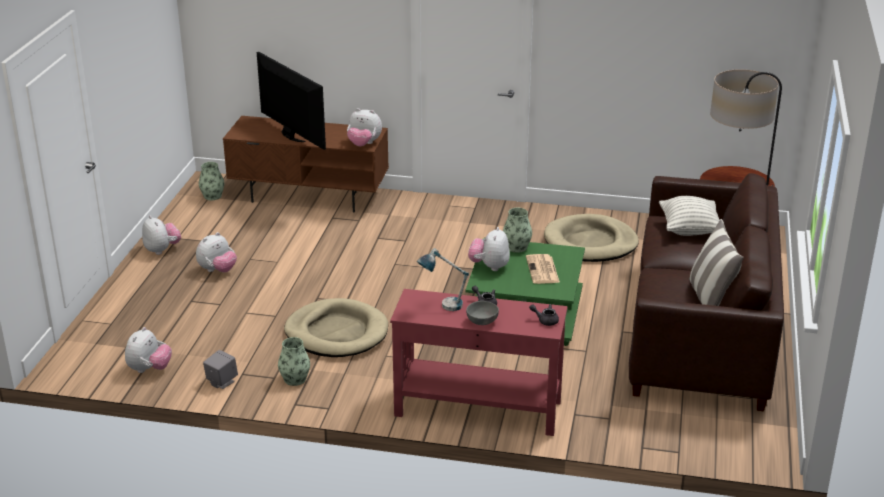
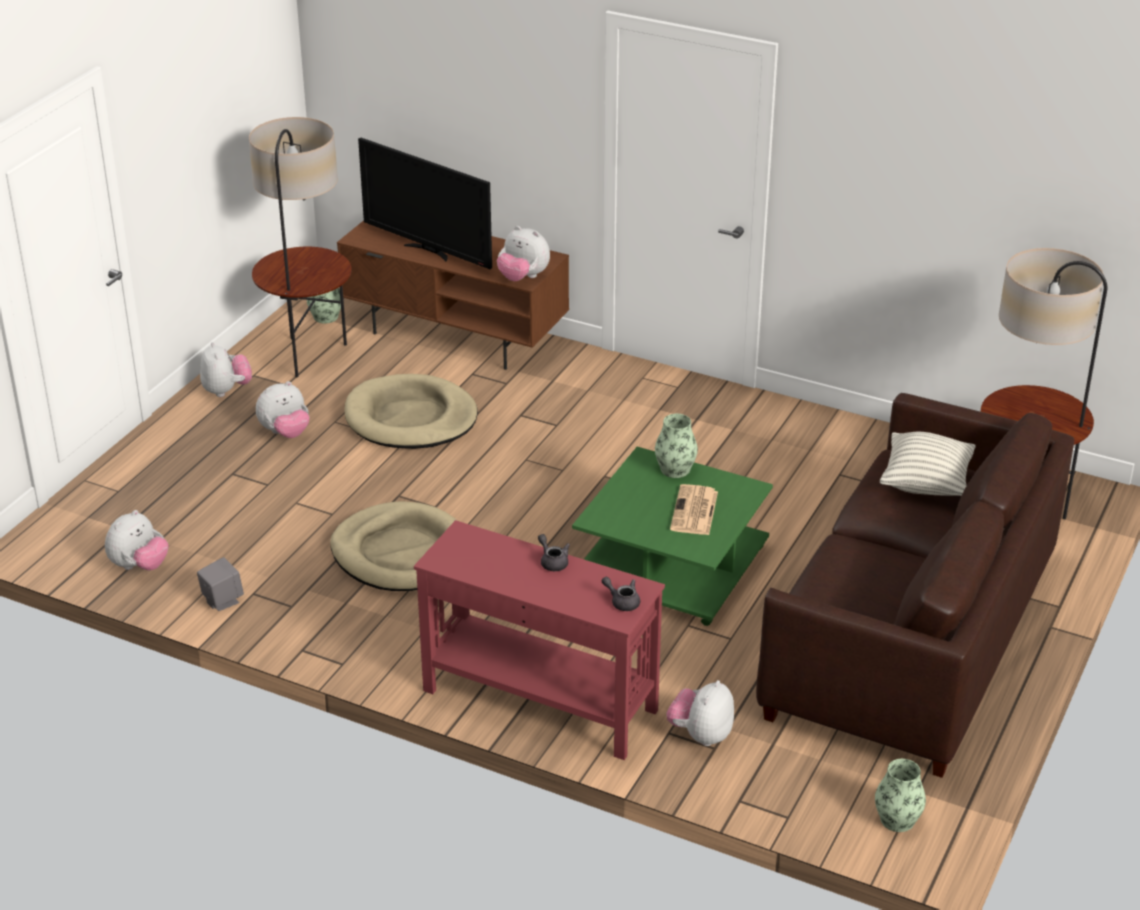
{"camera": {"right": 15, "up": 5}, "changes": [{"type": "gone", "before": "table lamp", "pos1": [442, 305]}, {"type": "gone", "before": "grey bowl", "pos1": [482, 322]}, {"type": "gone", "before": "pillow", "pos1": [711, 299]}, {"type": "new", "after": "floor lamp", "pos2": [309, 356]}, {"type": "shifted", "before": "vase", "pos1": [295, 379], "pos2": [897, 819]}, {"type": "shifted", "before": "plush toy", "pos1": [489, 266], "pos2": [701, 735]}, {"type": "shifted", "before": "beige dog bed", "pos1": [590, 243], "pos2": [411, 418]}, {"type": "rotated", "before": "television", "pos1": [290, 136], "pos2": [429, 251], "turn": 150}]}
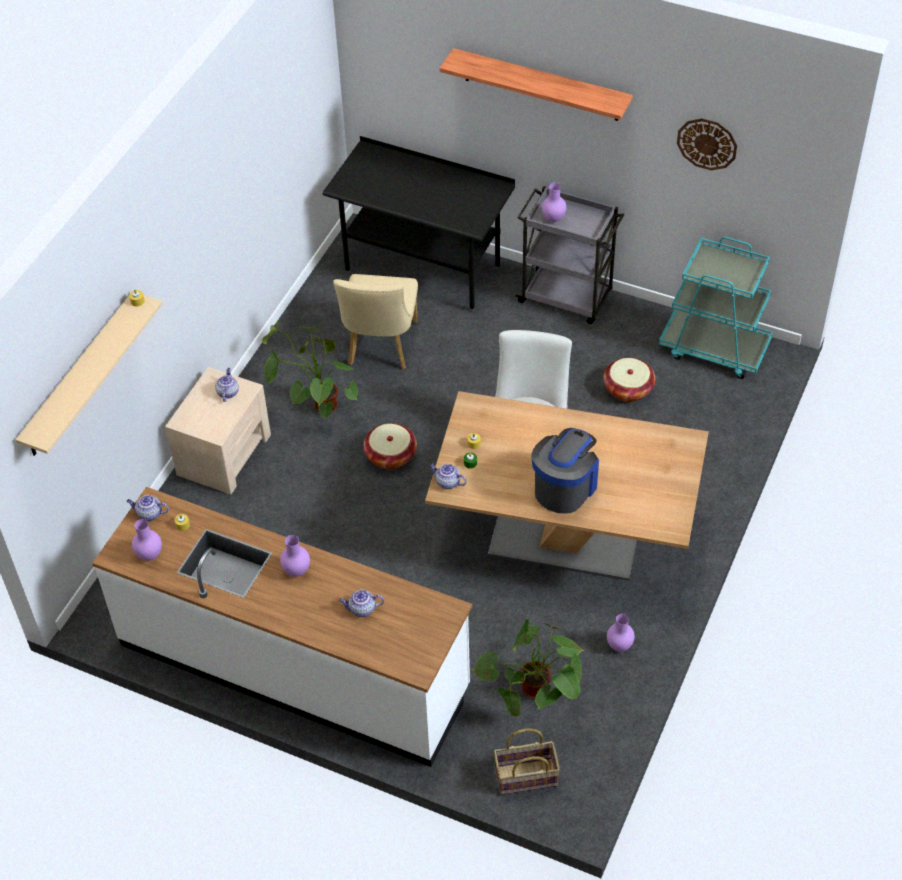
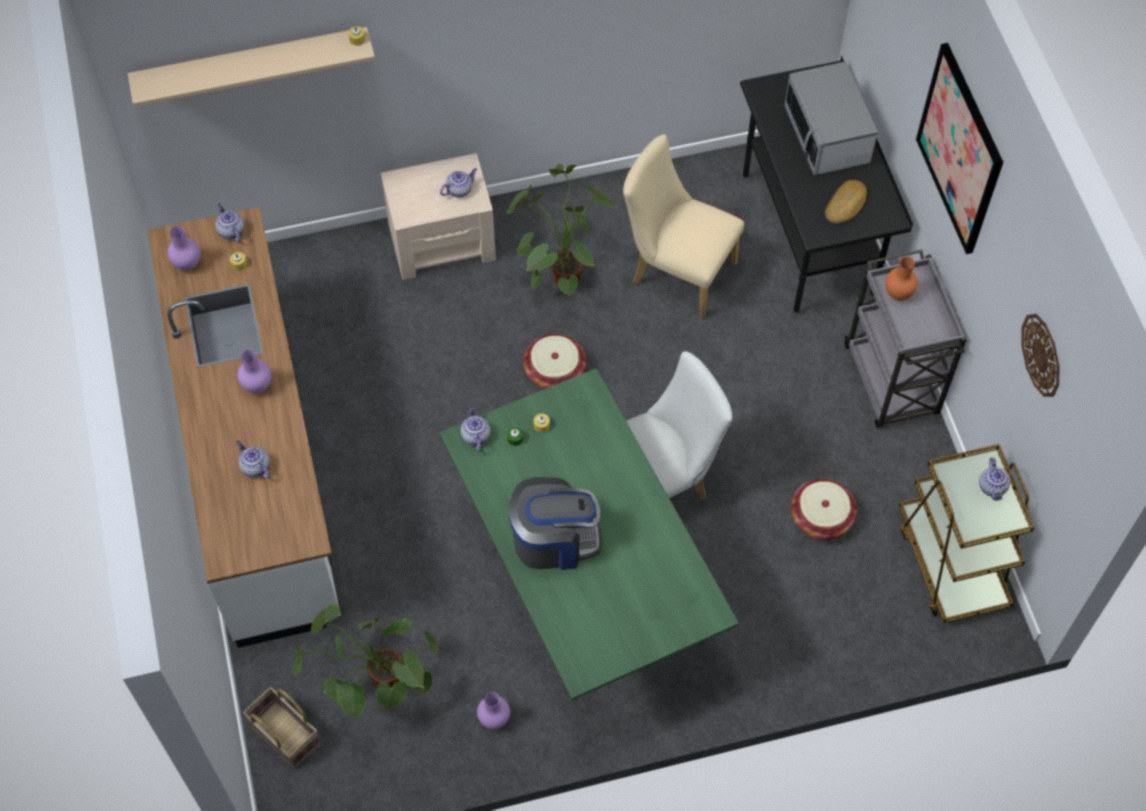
{"camera": {"right": 50, "up": 10}, "changes": [{"type": "new", "after": "microwave", "pos2": [827, 136]}, {"type": "new", "after": "bread", "pos2": [846, 205]}, {"type": "new", "after": "teapot", "pos2": [992, 487]}, {"type": "swapped", "before": "shelf", "after": "picture", "pos1": [541, 85], "pos2": [960, 149]}, {"type": "repainted", "before": "brown dining table", "after": "green dining table", "pos1": [565, 537], "pos2": [583, 585]}, {"type": "repainted", "before": "purple vase", "after": "orange vase", "pos1": [553, 218], "pos2": [898, 294]}, {"type": "repainted", "before": "turquoise cart", "after": "brown cart", "pos1": [714, 348], "pos2": [951, 562]}, {"type": "rotated", "before": "beige chair", "pos1": [380, 347], "pos2": [676, 271], "turn": 60}]}
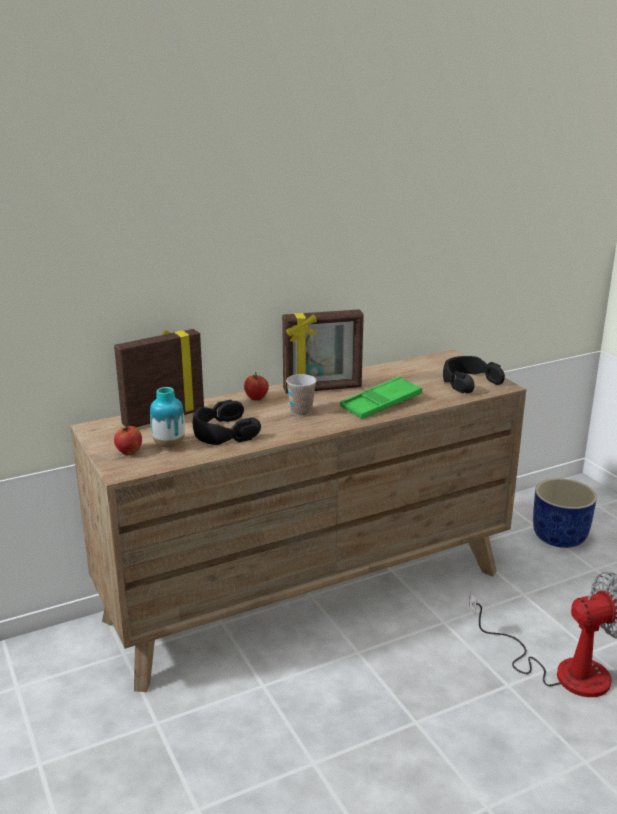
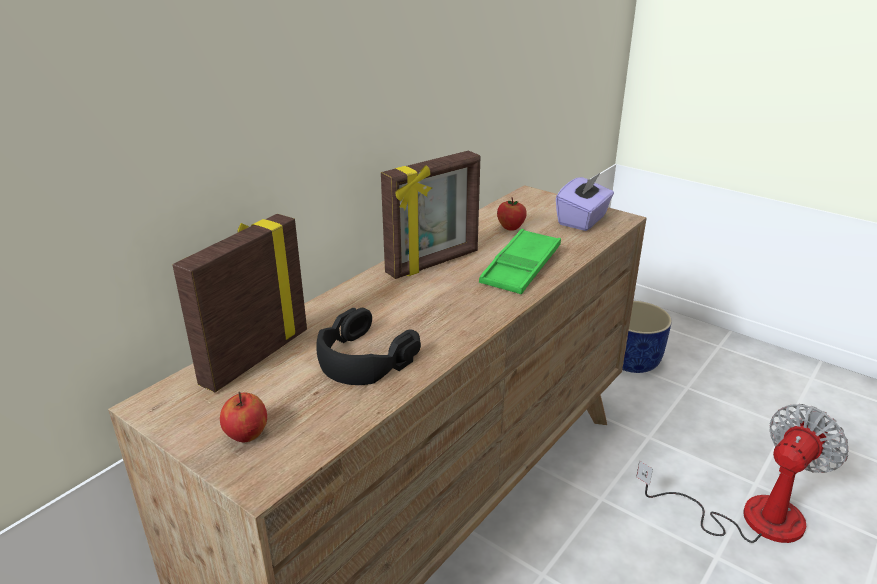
{"camera": {"right": -25, "up": 5}, "changes": [{"type": "gone", "before": "vase", "pos1": [169, 445]}, {"type": "gone", "before": "cup", "pos1": [301, 411]}, {"type": "shifted", "before": "apple", "pos1": [256, 398], "pos2": [510, 228]}, {"type": "swapped", "before": "black headphones", "after": "purple tissue box", "pos1": [469, 382], "pos2": [583, 220]}]}
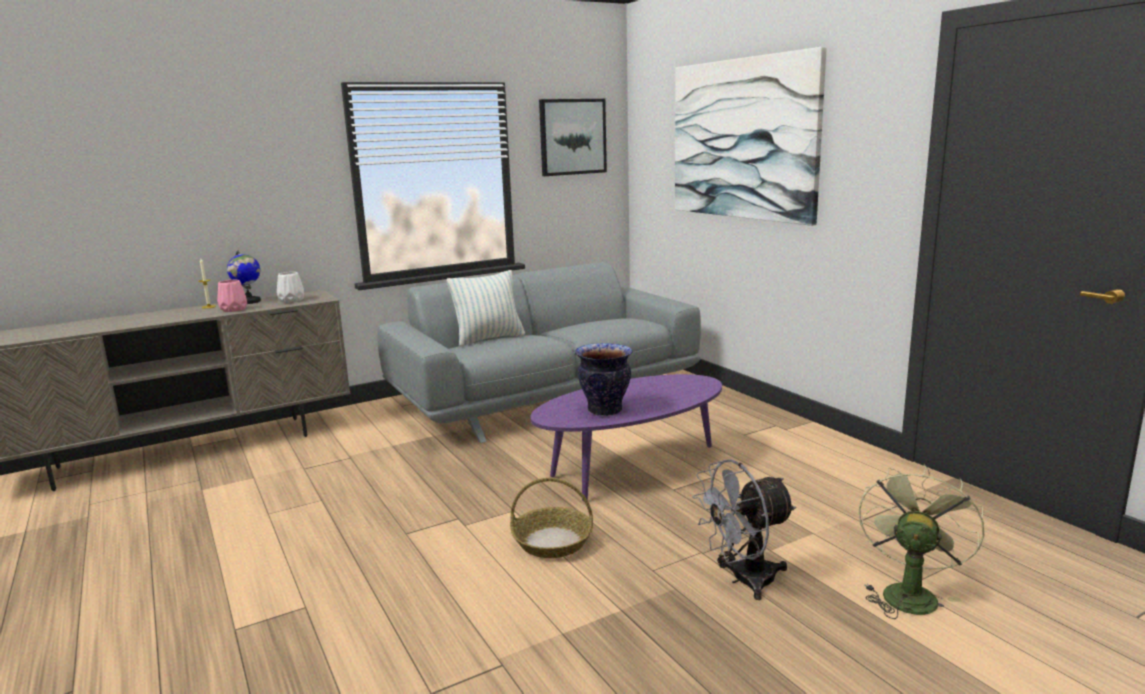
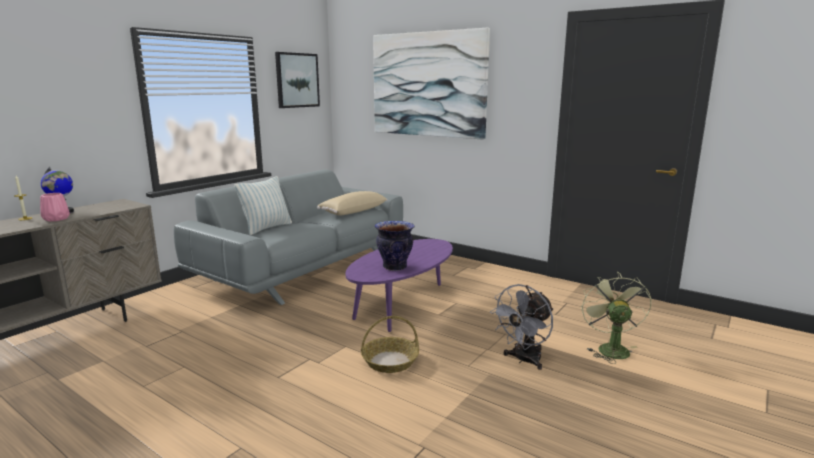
{"camera": {"right": -25, "up": 0}, "changes": [{"type": "gone", "before": "white vase", "pos1": [292, 300]}, {"type": "new", "after": "beige pillow", "pos2": [353, 211]}]}
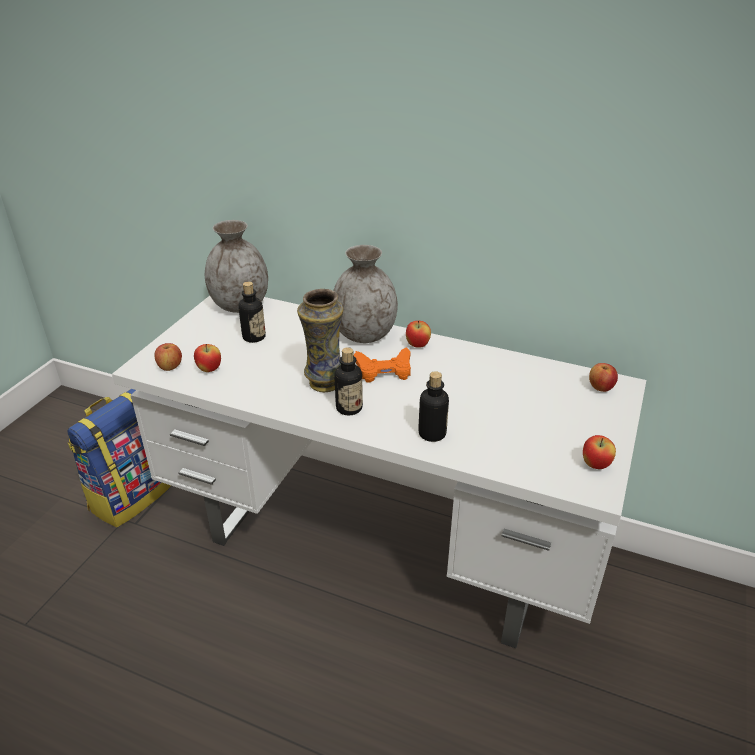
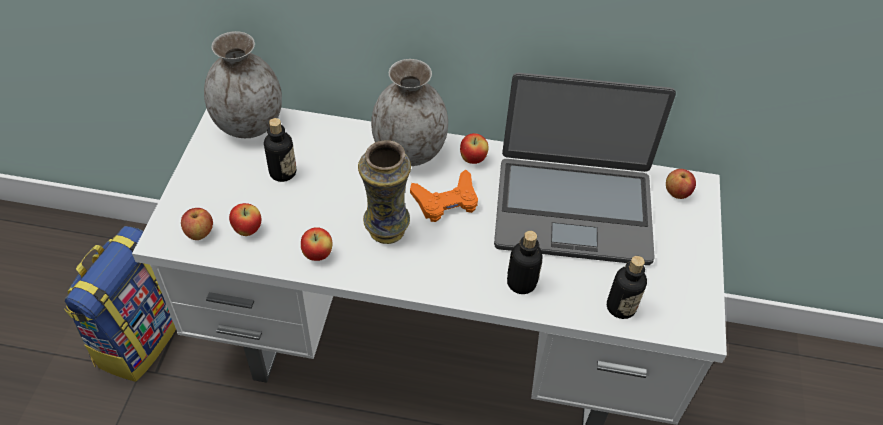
{"camera": {"right": -15, "up": 15}, "changes": [{"type": "new", "after": "laptop", "pos2": [573, 209]}, {"type": "shifted", "before": "bottle", "pos1": [349, 408], "pos2": [621, 307]}, {"type": "shifted", "before": "apple", "pos1": [595, 465], "pos2": [318, 254]}]}
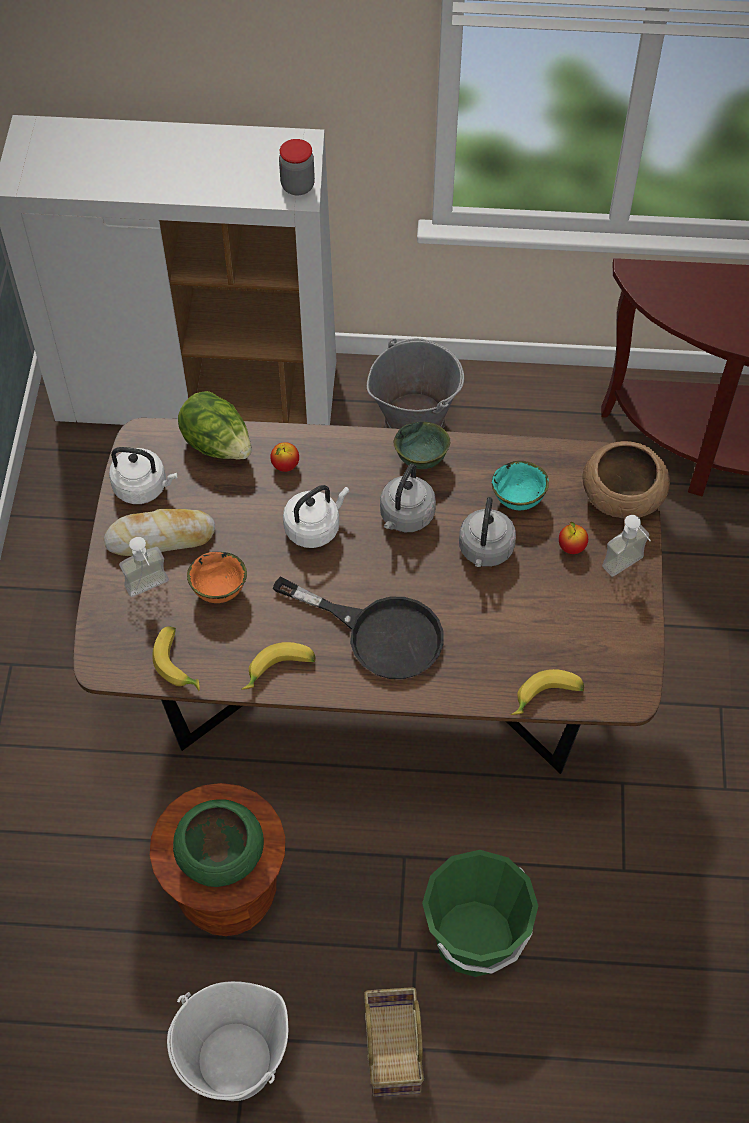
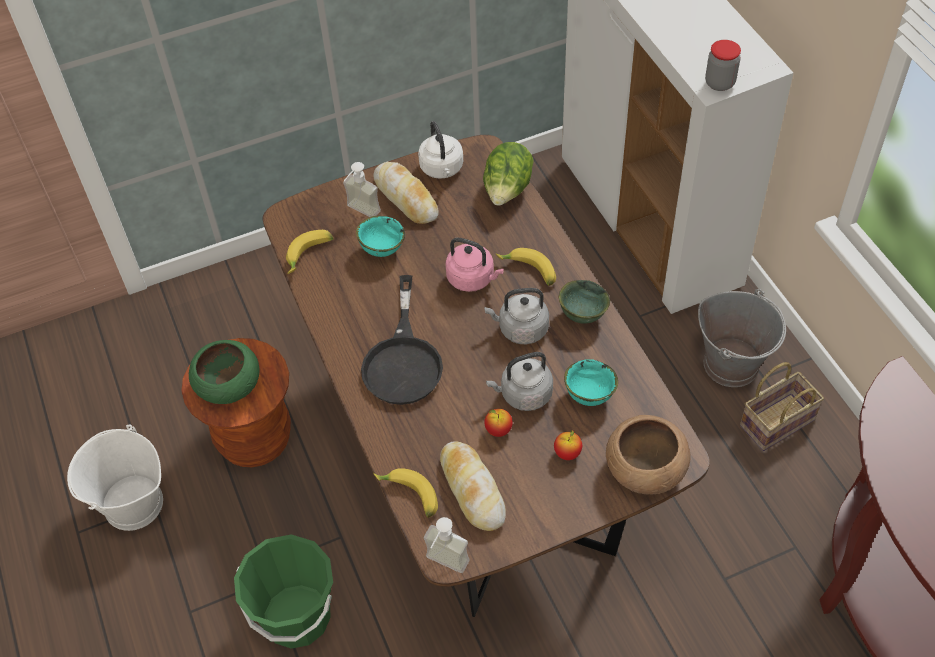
{"camera": {"right": 65, "up": -5}, "changes": [{"type": "new", "after": "bread", "pos2": [472, 489]}, {"type": "shifted", "before": "banana", "pos1": [279, 671], "pos2": [528, 272]}, {"type": "shifted", "before": "apple", "pos1": [285, 465], "pos2": [498, 430]}, {"type": "shifted", "before": "basket", "pos1": [391, 1047], "pos2": [777, 421]}, {"type": "shifted", "before": "soap dispenser", "pos1": [628, 568], "pos2": [443, 566]}, {"type": "repainted", "before": "orange bowl", "after": "turquoise bowl", "pos1": [218, 591], "pos2": [381, 249]}, {"type": "repainted", "before": "white kettle", "after": "pink kettle", "pos1": [314, 527], "pos2": [473, 279]}]}
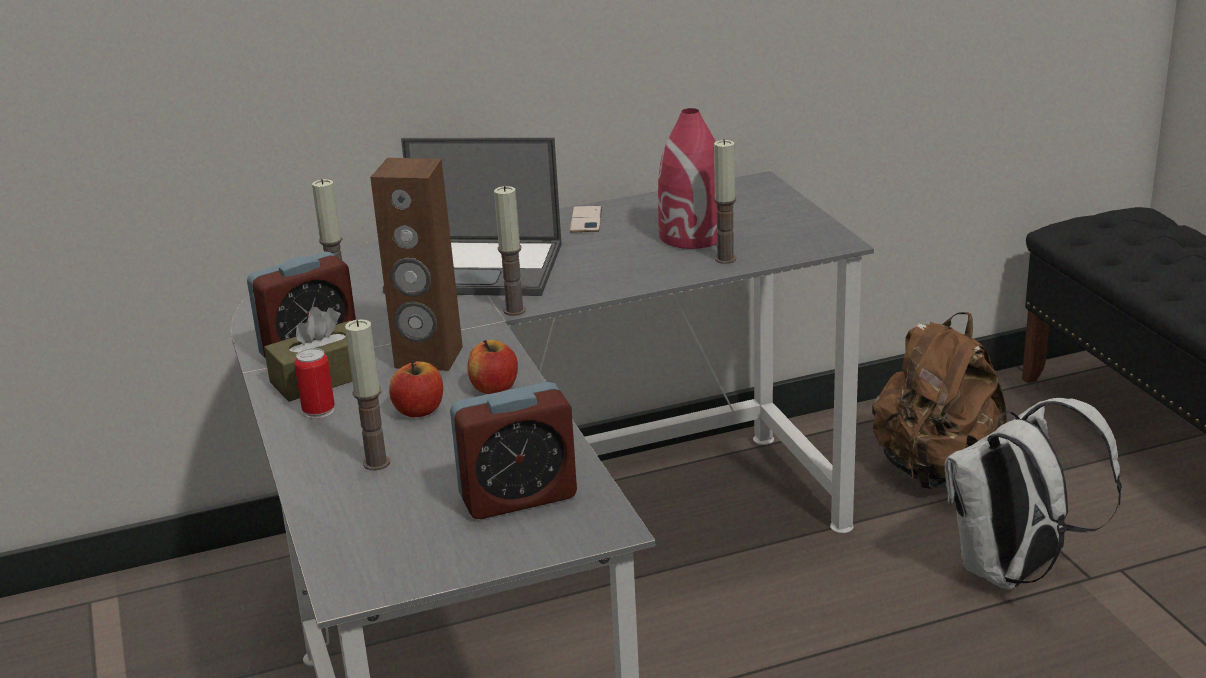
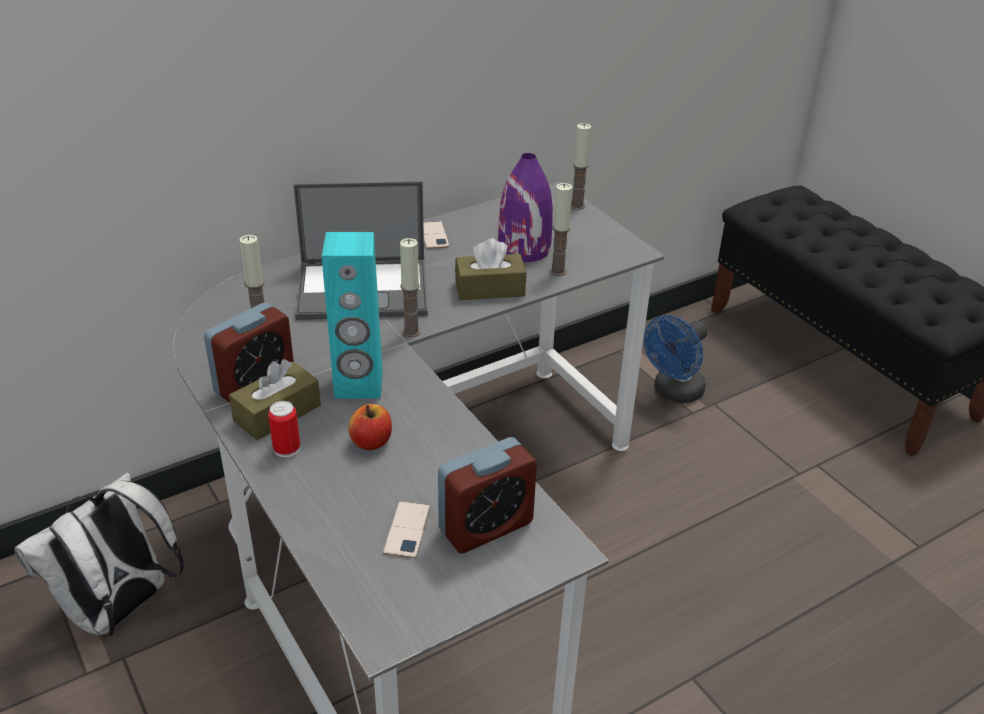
{"camera": {"right": -15, "up": 10}, "changes": [{"type": "gone", "before": "apple", "pos1": [494, 388]}, {"type": "new", "after": "phone", "pos2": [407, 530]}, {"type": "new", "after": "brown tissue box", "pos2": [490, 288]}, {"type": "shifted", "before": "candle", "pos1": [376, 463], "pos2": [577, 206]}, {"type": "shifted", "before": "white backpack", "pos1": [1014, 572], "pos2": [120, 610]}, {"type": "swapped", "before": "brown backpack", "after": "blue fan", "pos1": [937, 471], "pos2": [673, 392]}, {"type": "repainted", "before": "brown speaker", "after": "turquoise speaker", "pos1": [428, 357], "pos2": [358, 385]}, {"type": "repainted", "before": "red vase", "after": "purple vase", "pos1": [693, 236], "pos2": [524, 249]}]}
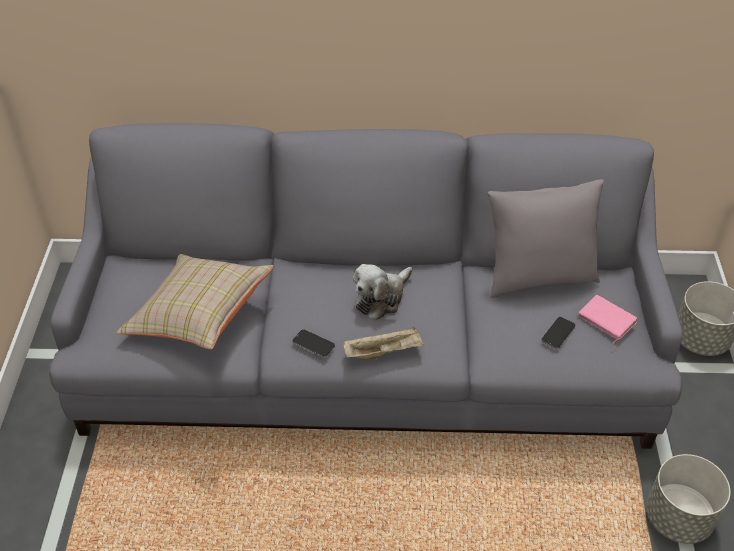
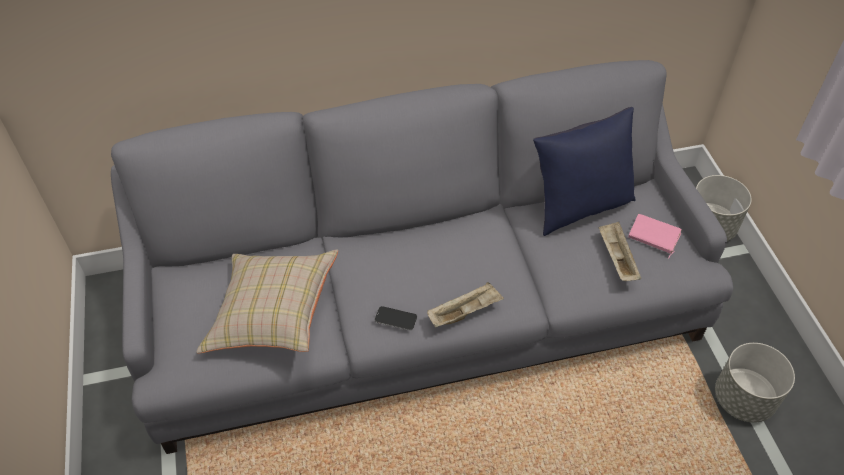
{"camera": {"right": -15, "up": 5}, "changes": [{"type": "gone", "before": "plush toy", "pos1": [381, 298]}, {"type": "swapped", "before": "phone", "after": "beige tray", "pos1": [558, 333], "pos2": [616, 258]}, {"type": "repainted", "before": "grey pillow", "after": "blue pillow", "pos1": [538, 278], "pos2": [579, 207]}]}
